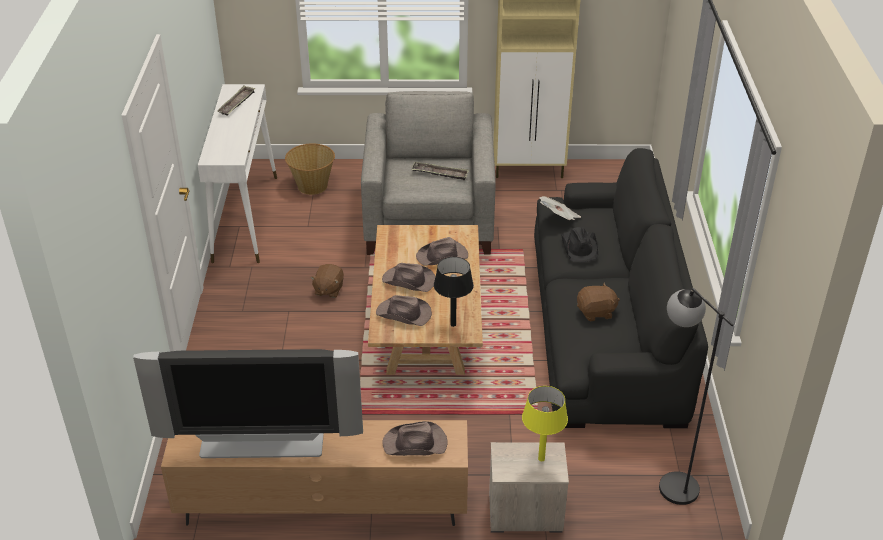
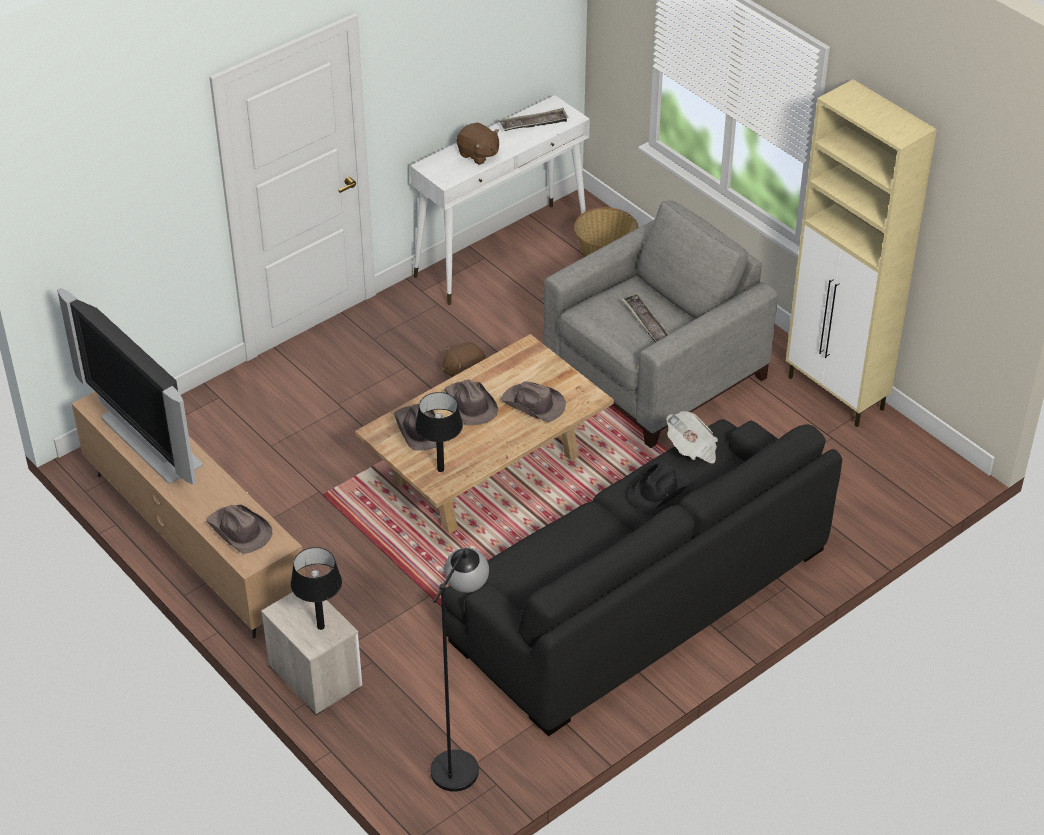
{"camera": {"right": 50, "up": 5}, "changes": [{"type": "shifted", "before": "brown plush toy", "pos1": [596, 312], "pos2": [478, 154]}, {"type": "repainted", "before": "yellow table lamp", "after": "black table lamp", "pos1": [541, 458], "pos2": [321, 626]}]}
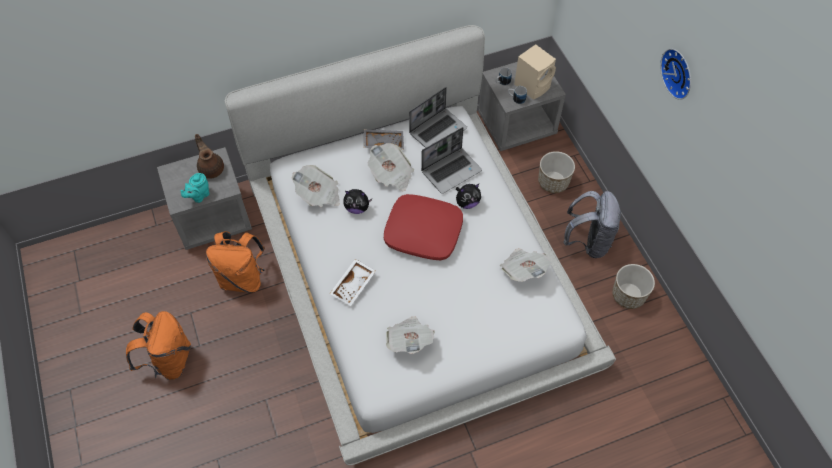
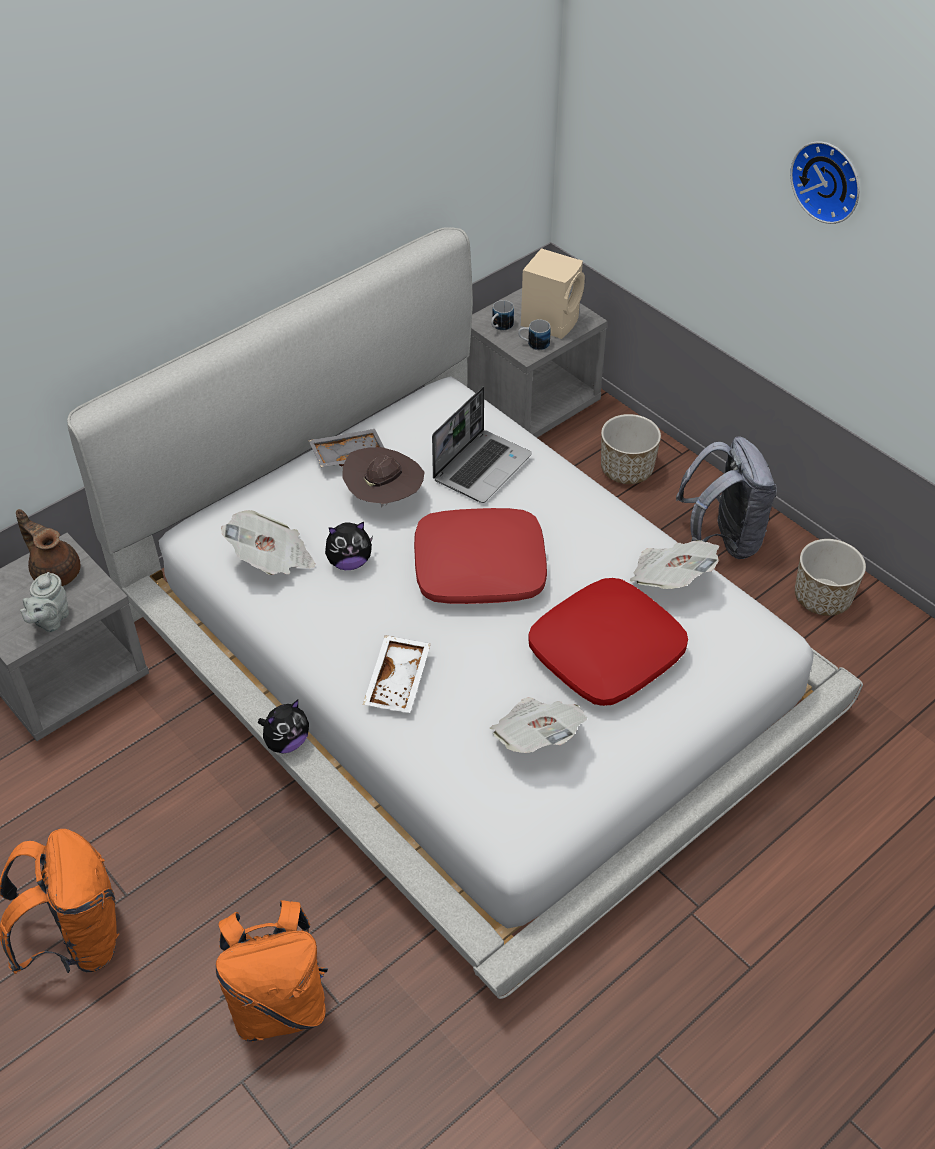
{"camera": {"right": -20, "up": -10}, "changes": [{"type": "gone", "before": "laptop", "pos1": [438, 130]}, {"type": "new", "after": "red pillow", "pos2": [605, 652]}, {"type": "shifted", "before": "orange backpack", "pos1": [242, 278], "pos2": [279, 1004]}, {"type": "shifted", "before": "plush toy", "pos1": [467, 203], "pos2": [286, 742]}, {"type": "swapped", "before": "newspaper", "after": "brown hat", "pos1": [391, 175], "pos2": [385, 498]}, {"type": "repainted", "before": "turquoise teapot", "after": "grey teapot", "pos1": [199, 196], "pos2": [50, 620]}]}
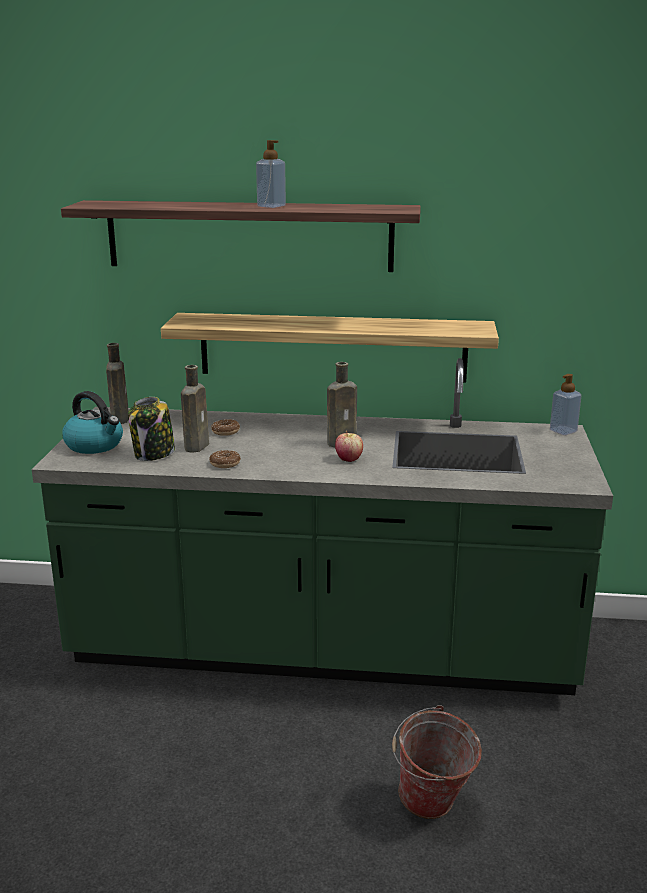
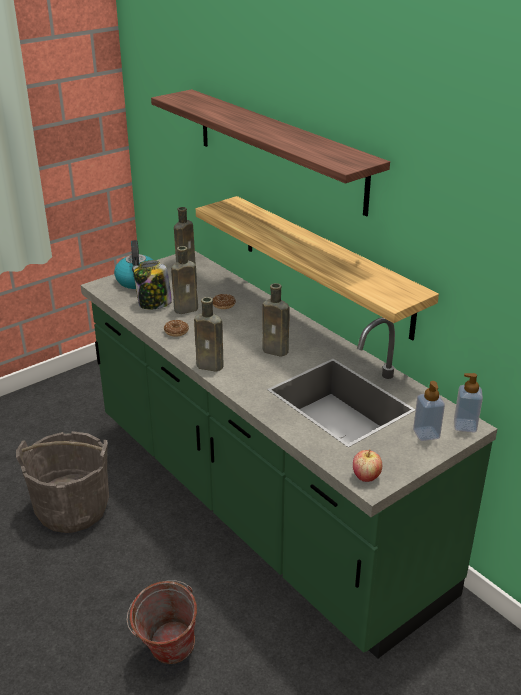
{"camera": {"right": 45, "up": 10}, "changes": [{"type": "new", "after": "grey bucket", "pos2": [72, 508]}, {"type": "new", "after": "brown bottle", "pos2": [211, 366]}, {"type": "shifted", "before": "soap dispenser", "pos1": [271, 206], "pos2": [426, 434]}, {"type": "shifted", "before": "apple", "pos1": [348, 459], "pos2": [366, 476]}]}
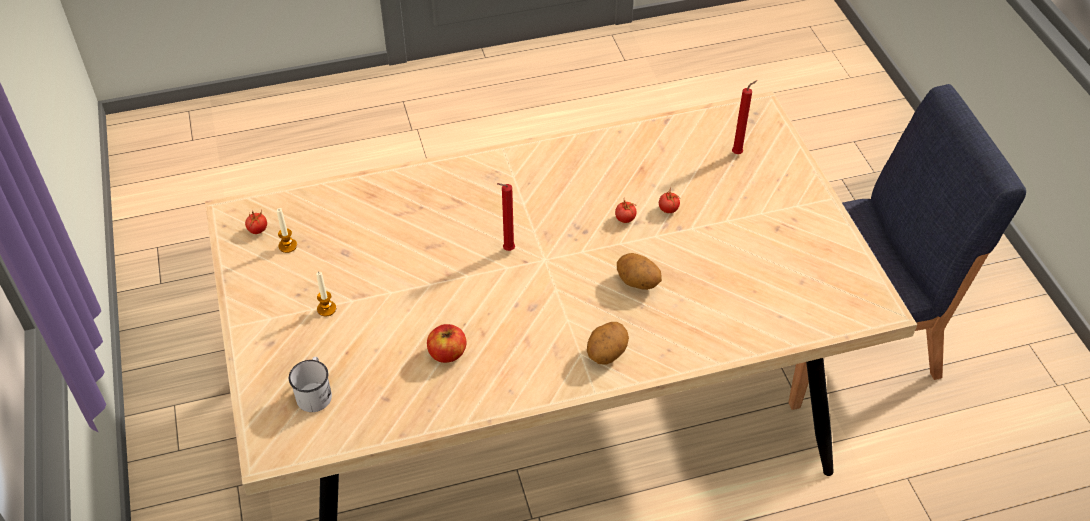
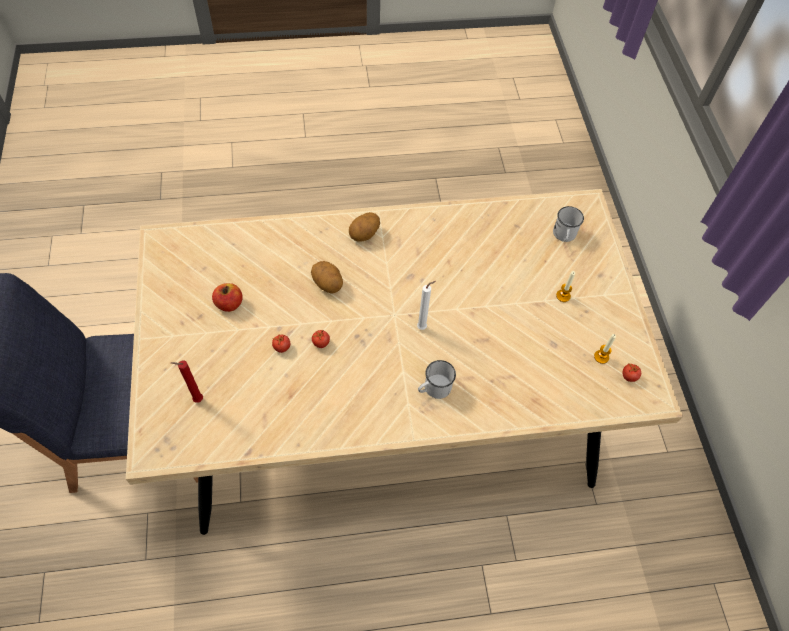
{"camera": {"right": -175, "up": 10}, "changes": [{"type": "new", "after": "white mug", "pos2": [434, 388]}, {"type": "shifted", "before": "apple", "pos1": [447, 353], "pos2": [229, 304]}, {"type": "repainted", "before": "red candle", "after": "white candle", "pos1": [507, 250], "pos2": [423, 327]}]}
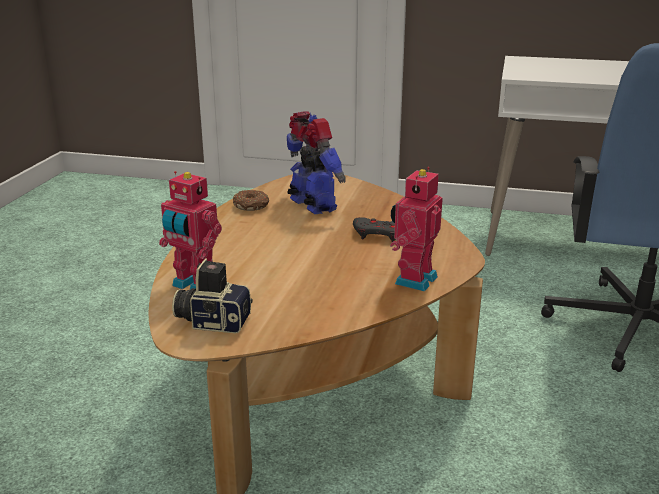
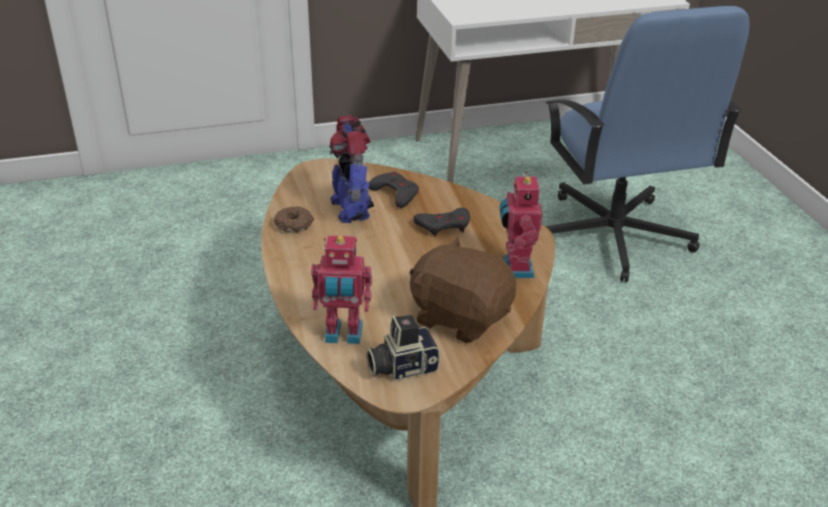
{"camera": {"right": -30, "up": 10}, "changes": [{"type": "new", "after": "grey game controller", "pos2": [395, 193]}, {"type": "new", "after": "brown plush toy", "pos2": [460, 317]}, {"type": "rotated", "before": "toy robot", "pos1": [312, 206], "pos2": [351, 208], "turn": -135}]}
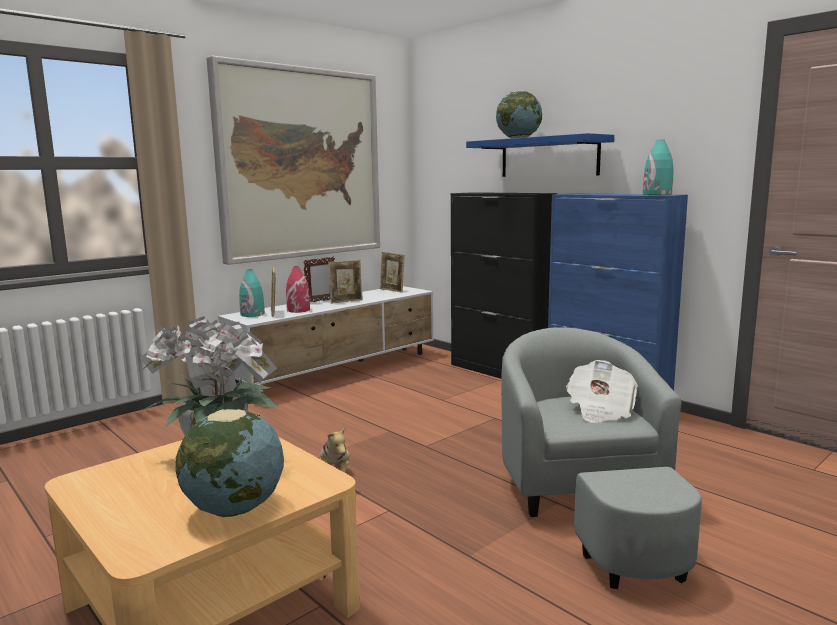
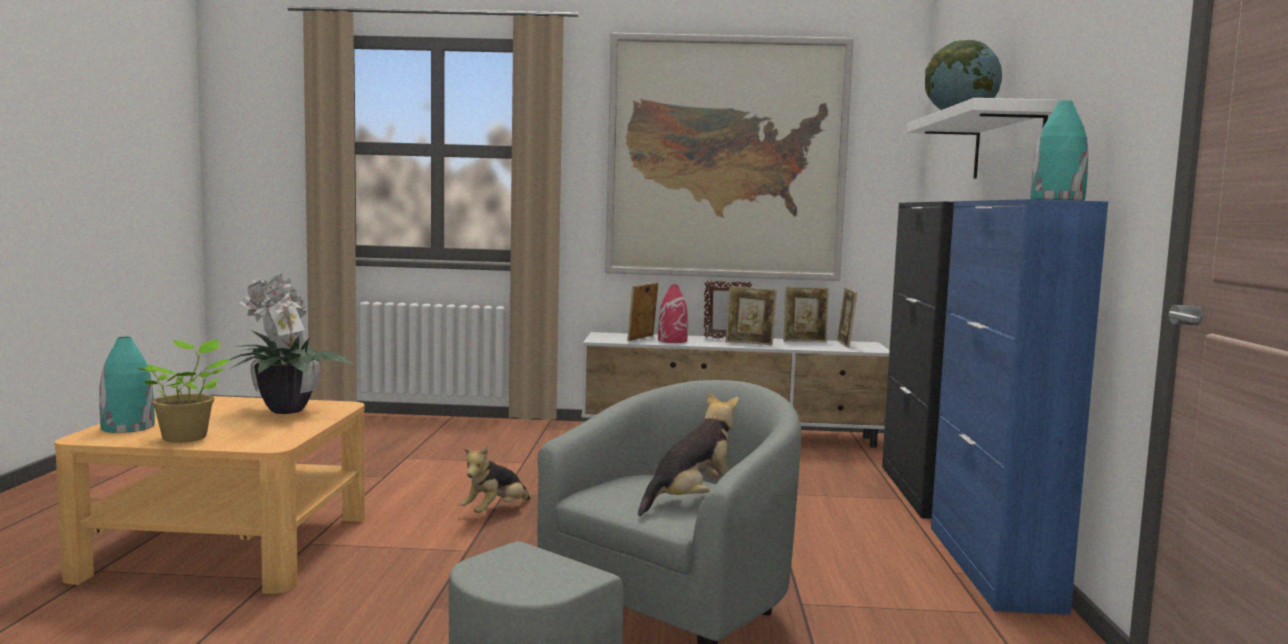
{"camera": {"right": 45, "up": -5}, "changes": [{"type": "new", "after": "picture frame", "pos2": [804, 341]}, {"type": "shifted", "before": "turquoise vase", "pos1": [252, 314], "pos2": [127, 427]}, {"type": "swapped", "before": "globe", "after": "potted plant", "pos1": [235, 509], "pos2": [187, 437]}, {"type": "swapped", "before": "newspaper", "after": "plush toy", "pos1": [600, 410], "pos2": [691, 501]}, {"type": "repainted", "before": "blue shelf", "after": "white shelf", "pos1": [548, 157], "pos2": [1008, 144]}]}
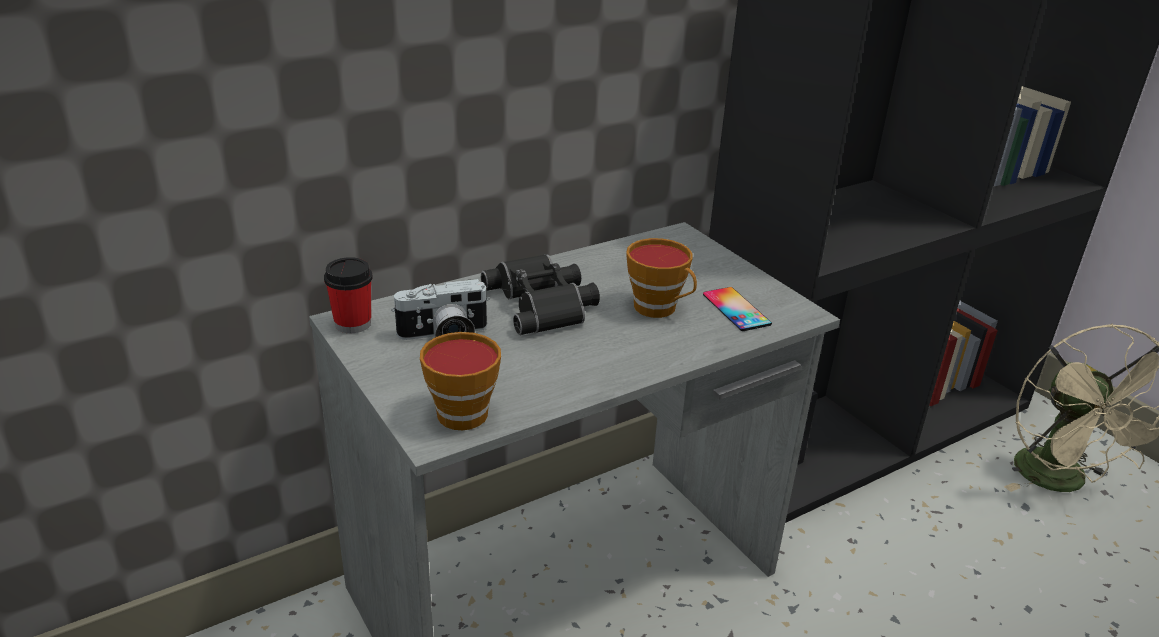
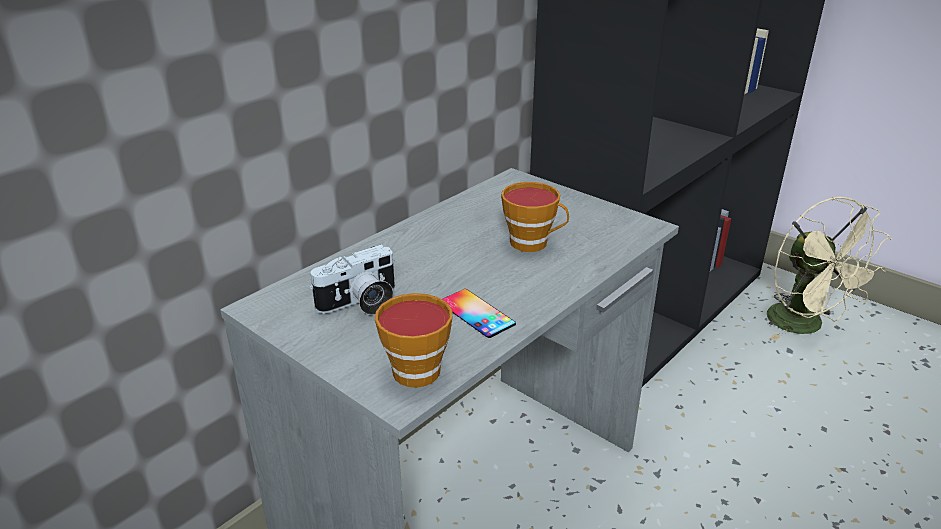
{"camera": {"right": -15, "up": 0}, "changes": [{"type": "gone", "before": "cup", "pos1": [353, 324]}, {"type": "gone", "before": "black binoculars", "pos1": [544, 303]}, {"type": "shifted", "before": "phone", "pos1": [736, 309], "pos2": [476, 313]}]}
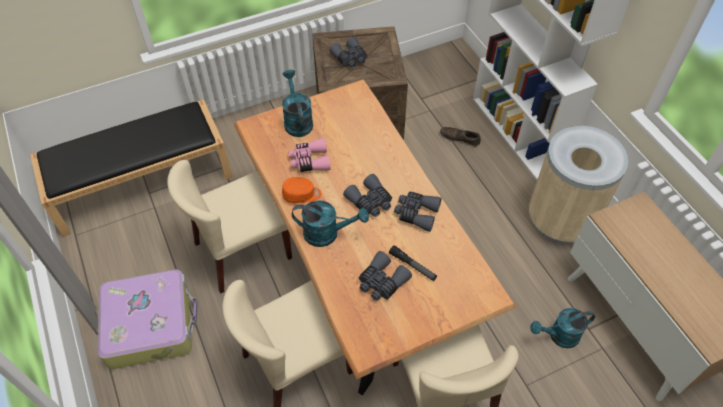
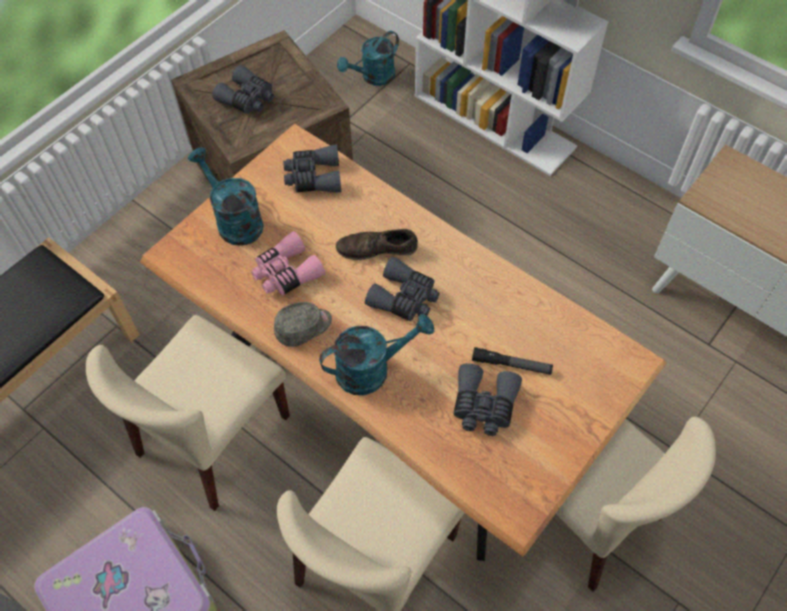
{"camera": {"right": -25, "up": 5}, "changes": [{"type": "gone", "before": "beige trash can", "pos1": [560, 220]}, {"type": "shifted", "before": "grey binoculars", "pos1": [416, 213], "pos2": [313, 177]}, {"type": "shifted", "before": "brown shoe", "pos1": [459, 138], "pos2": [376, 249]}, {"type": "shifted", "before": "turquoise watering can", "pos1": [559, 336], "pos2": [373, 77]}, {"type": "repainted", "before": "orange cap", "after": "grey cap", "pos1": [302, 195], "pos2": [304, 327]}]}
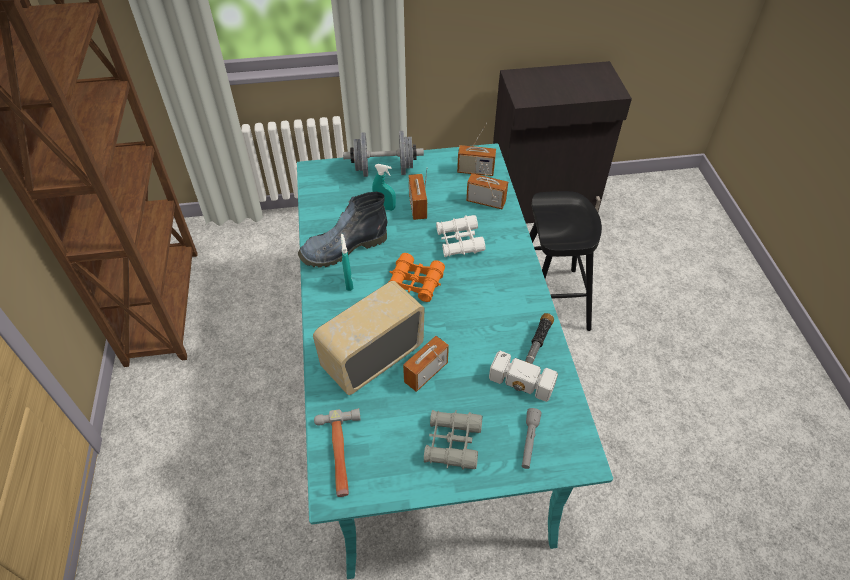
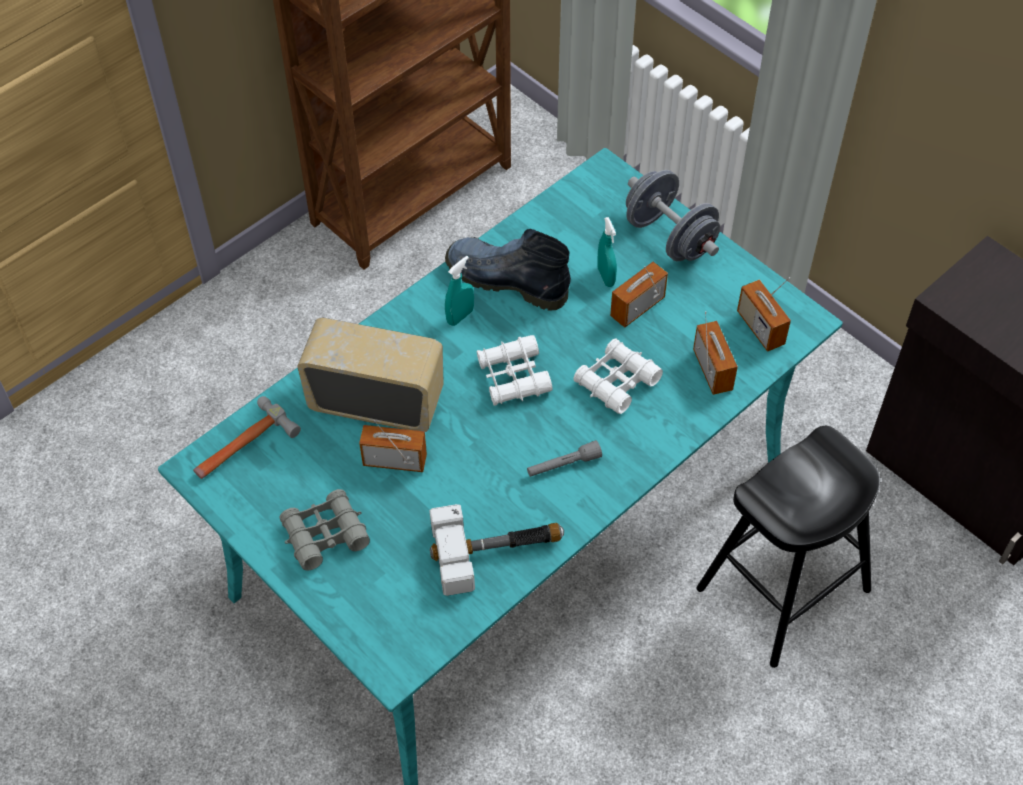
{"camera": {"right": 55, "up": 5}, "changes": [{"type": "shifted", "before": "grey flashlight", "pos1": [529, 442], "pos2": [563, 465]}, {"type": "repainted", "before": "orange binoculars", "after": "white binoculars", "pos1": [415, 282], "pos2": [513, 377]}]}
